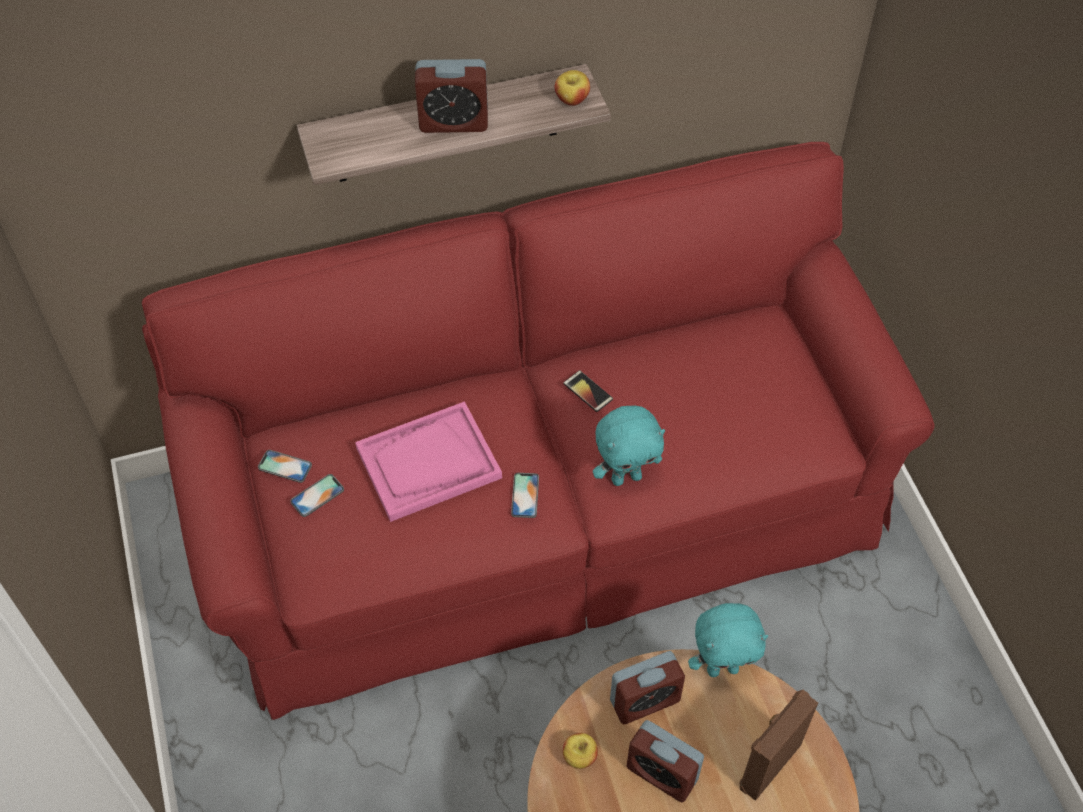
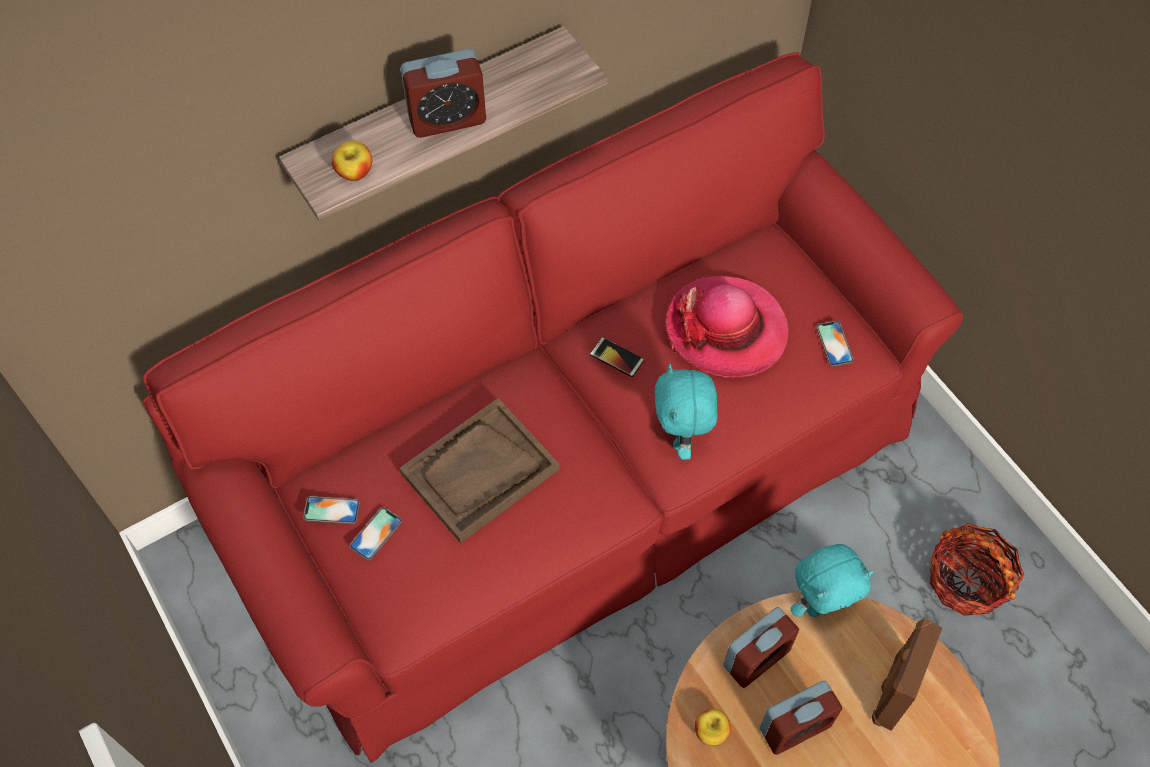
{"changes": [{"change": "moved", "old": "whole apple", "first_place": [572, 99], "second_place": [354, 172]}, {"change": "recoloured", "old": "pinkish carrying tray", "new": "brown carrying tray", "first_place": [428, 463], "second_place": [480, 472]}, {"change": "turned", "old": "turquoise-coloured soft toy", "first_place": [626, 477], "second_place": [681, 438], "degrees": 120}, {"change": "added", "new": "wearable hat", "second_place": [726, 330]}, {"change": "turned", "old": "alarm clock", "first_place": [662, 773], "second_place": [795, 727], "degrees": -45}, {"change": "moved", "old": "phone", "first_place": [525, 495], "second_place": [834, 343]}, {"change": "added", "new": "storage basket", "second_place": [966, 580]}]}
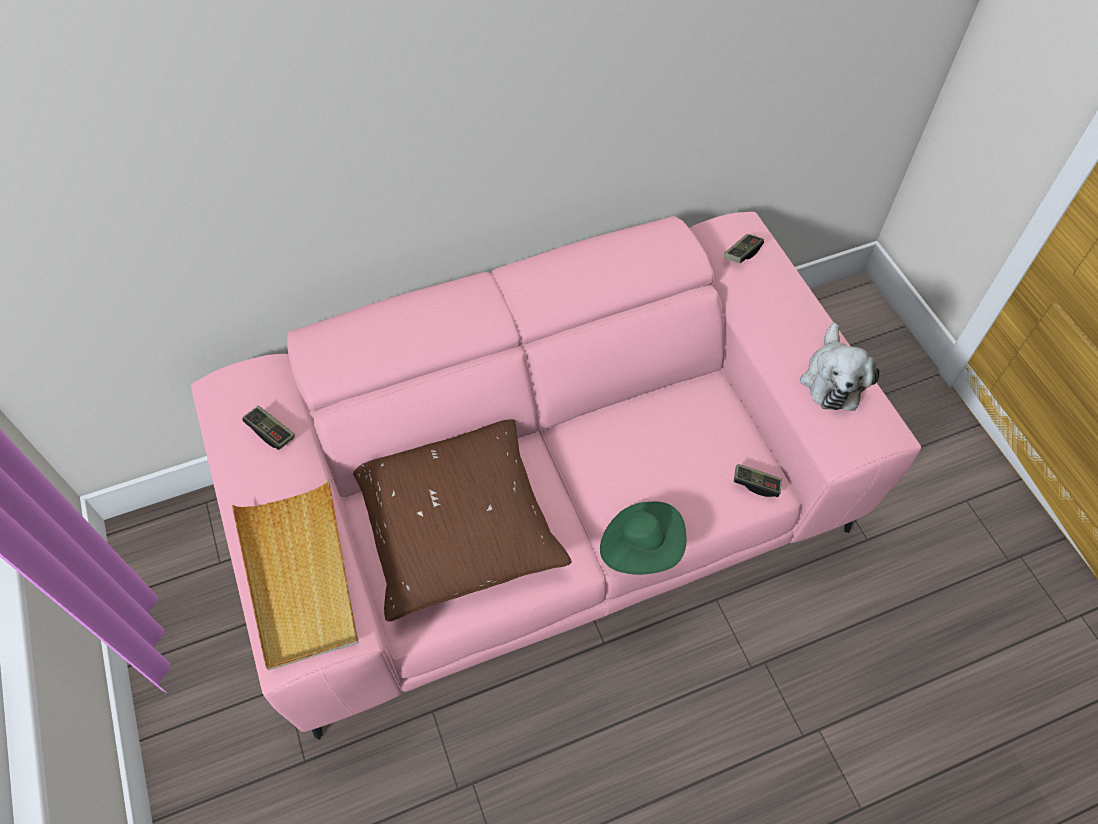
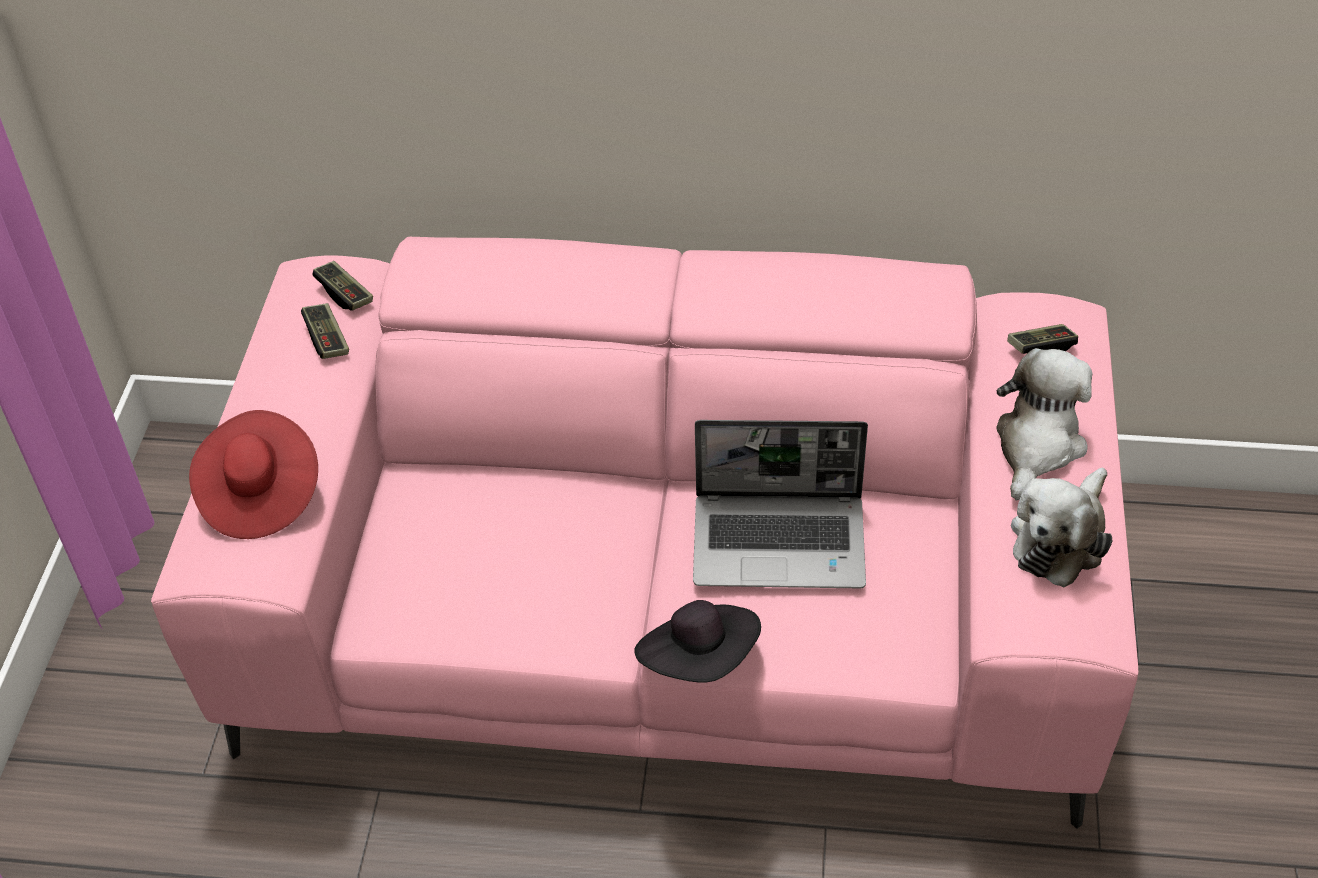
{"changes": [{"change": "replaced", "old": "beige-coloured carrying tray", "new": "red-coloured wearable hat", "first_place": [299, 576], "second_place": [259, 495]}, {"change": "moved", "old": "joypad", "first_place": [756, 484], "second_place": [344, 294]}, {"change": "recoloured", "old": "green-coloured wearable hat", "new": "black-coloured wearable hat", "first_place": [641, 547], "second_place": [700, 659]}, {"change": "added", "new": "portable computer", "second_place": [781, 541]}, {"change": "added", "new": "soft toy", "second_place": [1037, 446]}, {"change": "removed", "old": "brown throw pillow", "first_place": [457, 525]}]}
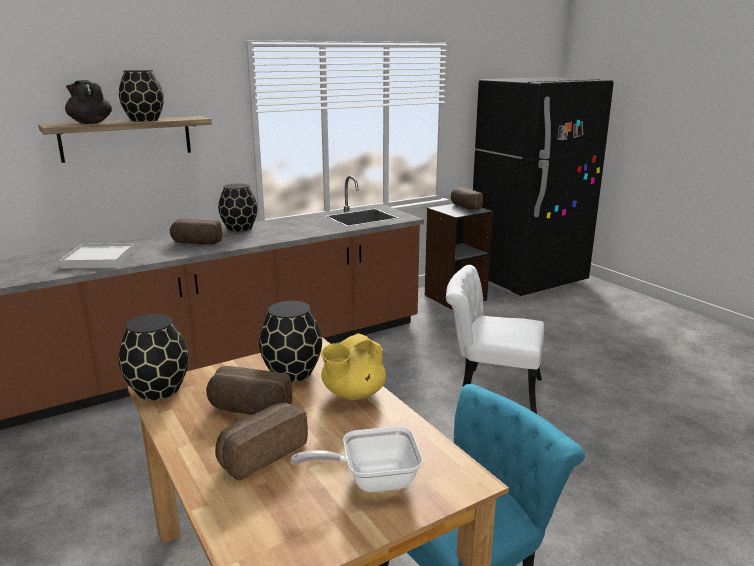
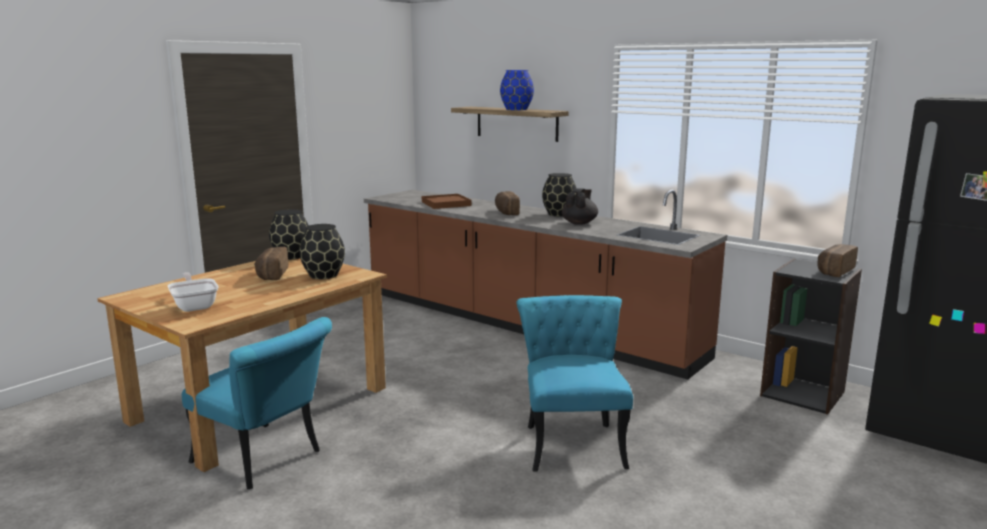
{"changes": [{"change": "recoloured", "old": "white carrying tray", "new": "brown carrying tray", "first_place": [99, 259], "second_place": [446, 204]}, {"change": "recoloured", "old": "black-coloured decorative vase", "new": "blue decorative vase", "first_place": [144, 120], "second_place": [516, 109]}, {"change": "recoloured", "old": "white upright chair", "new": "turquoise-coloured upright chair", "first_place": [490, 390], "second_place": [572, 440]}, {"change": "moved", "old": "black-coloured pot for tea", "first_place": [90, 123], "second_place": [579, 223]}, {"change": "removed", "old": "bakery bread", "first_place": [261, 453]}, {"change": "removed", "old": "yellowish pot for tea", "first_place": [352, 394]}]}
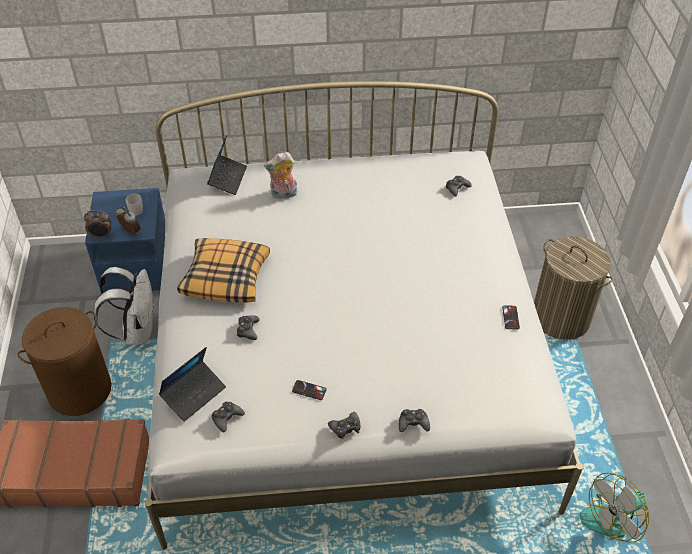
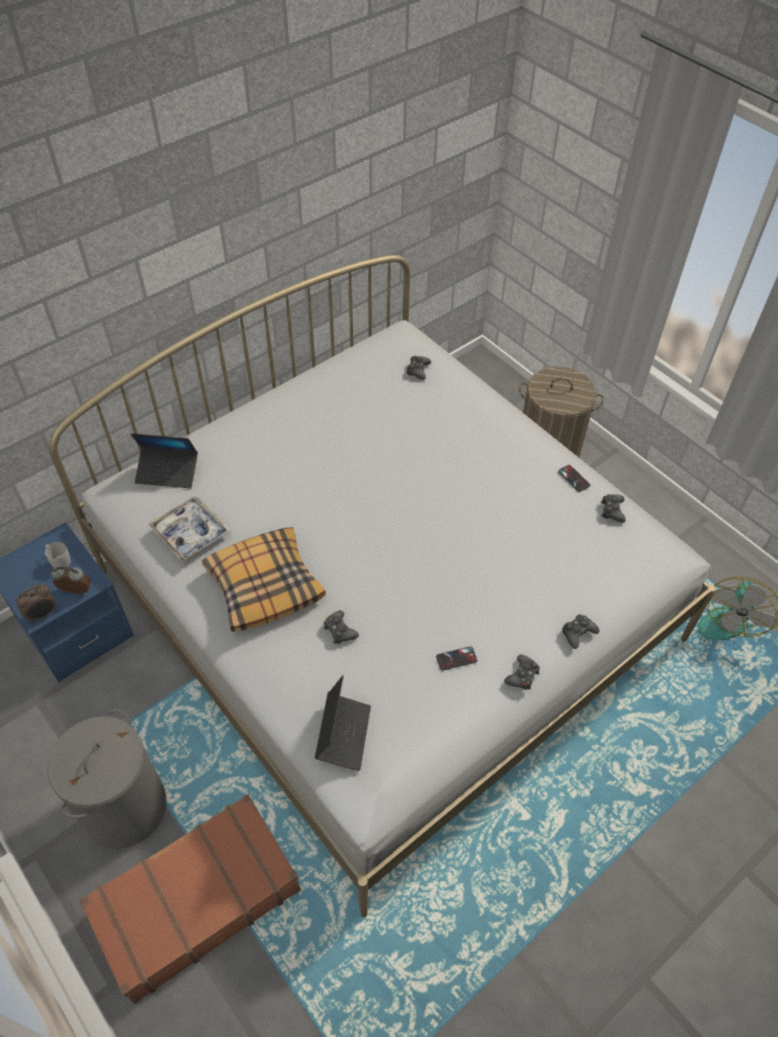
{"changes": [{"change": "recoloured", "old": "brown laundry basket", "new": "greyish laundry basket", "first_place": [80, 390], "second_place": [125, 806]}, {"change": "turned", "old": "portable computer", "first_place": [227, 178], "second_place": [168, 472], "degrees": 120}, {"change": "added", "new": "carrying tray", "second_place": [190, 533]}, {"change": "moved", "old": "black-coloured joypad", "first_place": [227, 418], "second_place": [612, 510]}, {"change": "removed", "old": "white rucksack", "first_place": [137, 331]}, {"change": "removed", "old": "soft toy", "first_place": [283, 194]}]}
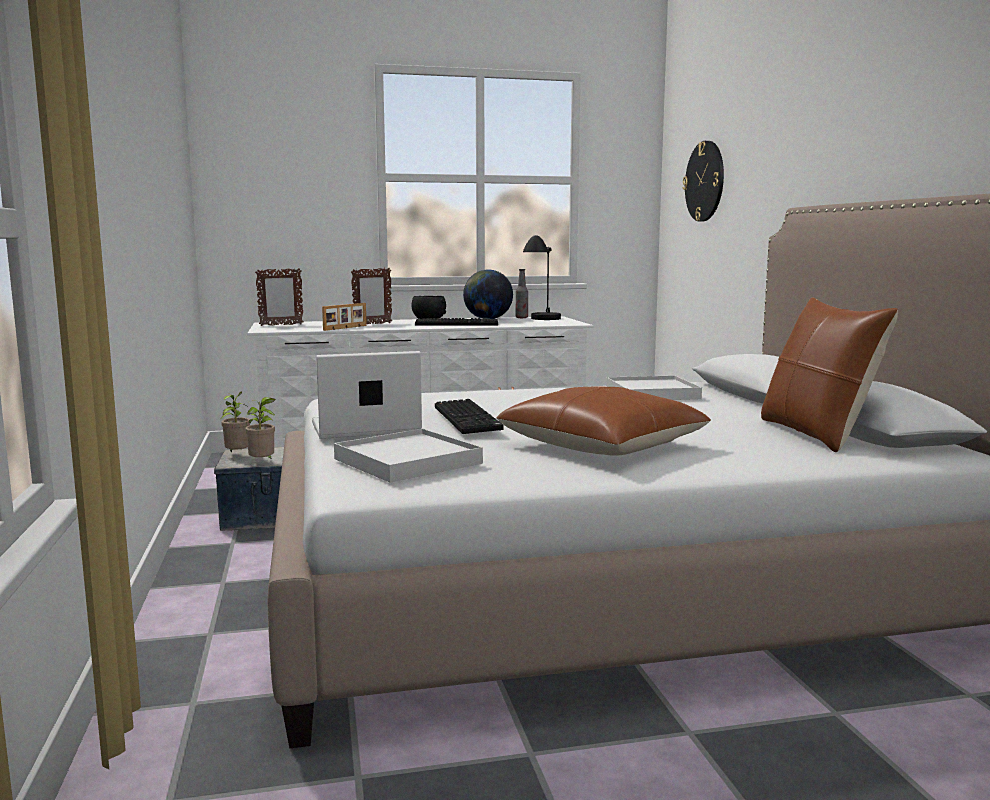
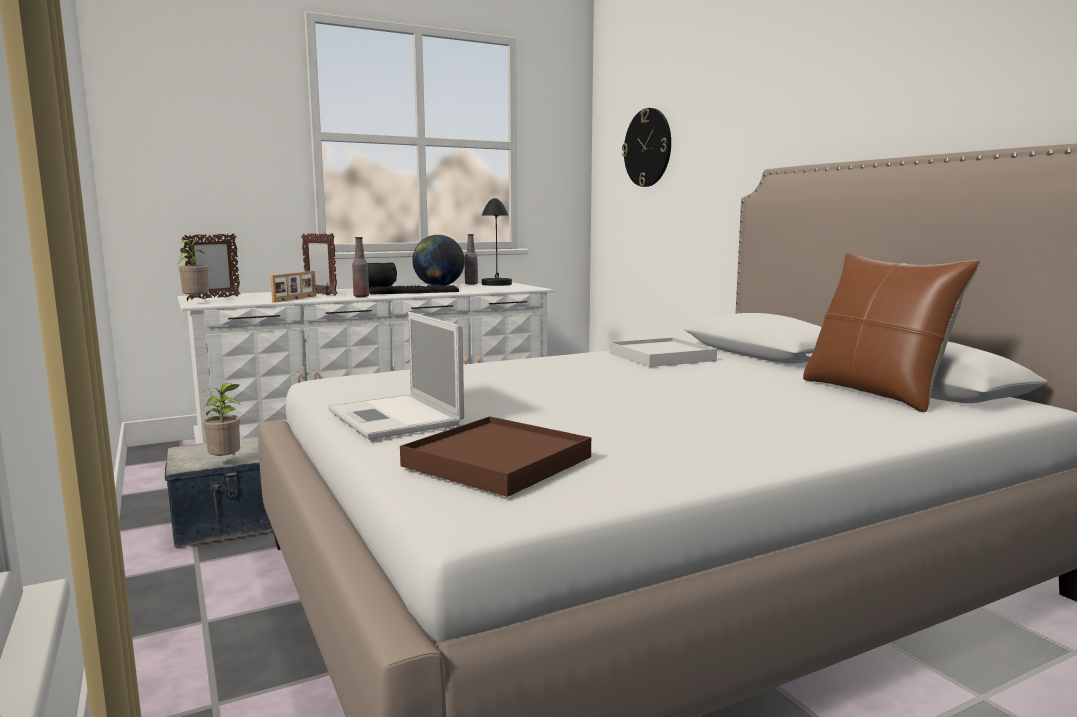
{"changes": [{"change": "moved", "old": "houseplant", "first_place": [237, 455], "second_place": [195, 302]}, {"change": "turned", "old": "picture frame", "first_place": [372, 324], "second_place": [321, 294], "degrees": 90}, {"change": "turned", "old": "portable computer", "first_place": [363, 428], "second_place": [396, 418], "degrees": -90}, {"change": "added", "new": "drink bottle", "second_place": [361, 296]}, {"change": "recoloured", "old": "white carrying tray", "new": "brown carrying tray", "first_place": [408, 461], "second_place": [498, 462]}, {"change": "removed", "old": "PC keyboard", "first_place": [469, 419]}, {"change": "removed", "old": "brown throw pillow", "first_place": [601, 445]}]}
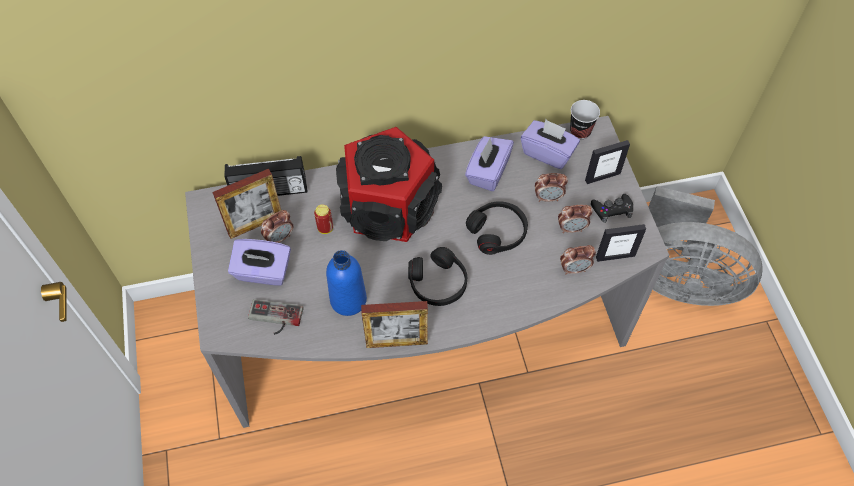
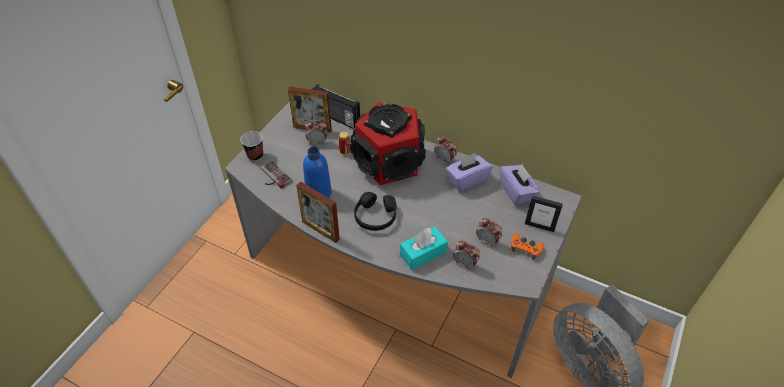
{"changes": [{"change": "moved", "old": "drinking cup", "first_place": [580, 131], "second_place": [255, 156]}, {"change": "added", "new": "turquoise-coloured tissue box", "second_place": [423, 253]}, {"change": "moved", "old": "alarm clock", "first_place": [548, 198], "second_place": [444, 159]}, {"change": "recoloured", "old": "black-coloured joypad", "new": "orange-coloured joypad", "first_place": [612, 210], "second_place": [525, 248]}, {"change": "removed", "old": "purple-coloured tissue box", "first_place": [263, 272]}, {"change": "removed", "old": "black-coloured headset", "first_place": [497, 232]}, {"change": "removed", "old": "picture frame", "first_place": [615, 256]}]}
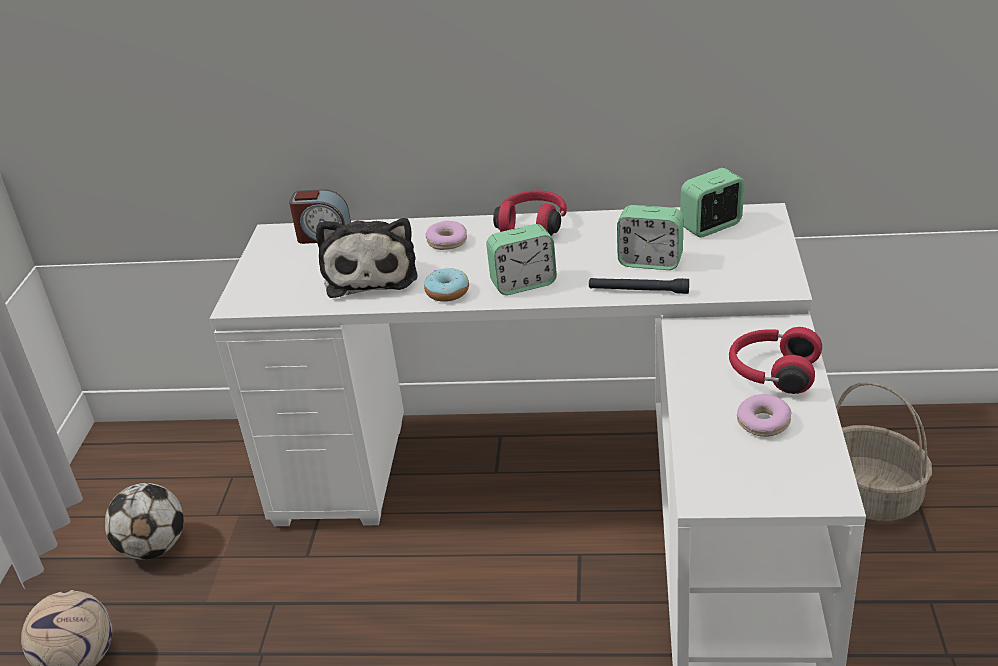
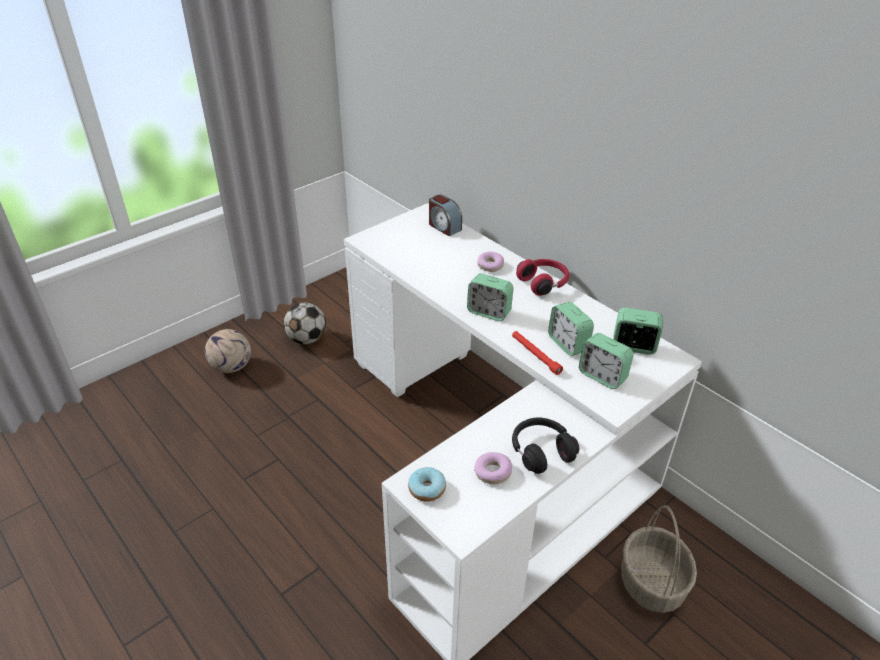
{"changes": [{"change": "moved", "old": "doughnut", "first_place": [447, 292], "second_place": [427, 489]}, {"change": "recoloured", "old": "black-coloured torch", "new": "red-coloured torch", "first_place": [638, 291], "second_place": [535, 355]}, {"change": "recoloured", "old": "red-coloured headset", "new": "black-coloured headset", "first_place": [772, 373], "second_place": [540, 451]}, {"change": "added", "new": "alarm clock", "second_place": [602, 376]}, {"change": "removed", "old": "soft toy", "first_place": [371, 273]}]}
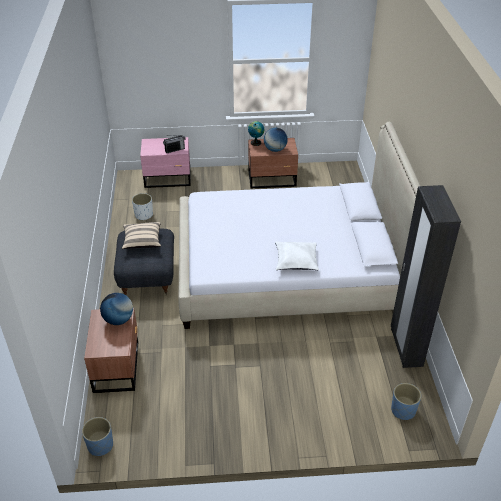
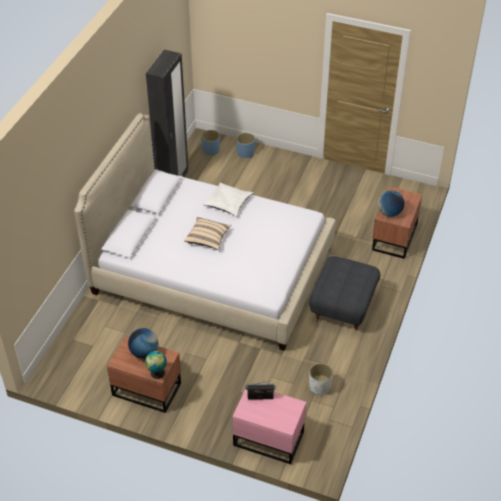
{"changes": [{"change": "moved", "old": "beige-coloured throw pillow", "first_place": [142, 241], "second_place": [207, 238]}, {"change": "moved", "old": "blue plant pot", "first_place": [100, 446], "second_place": [245, 153]}]}
